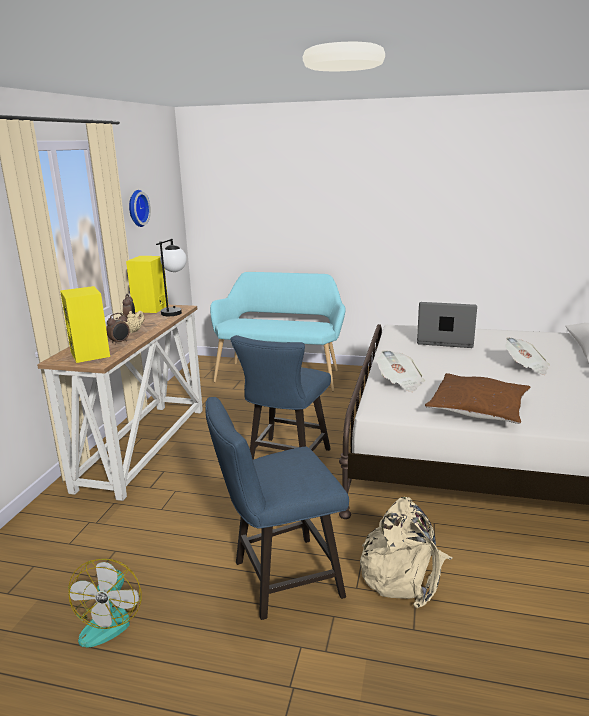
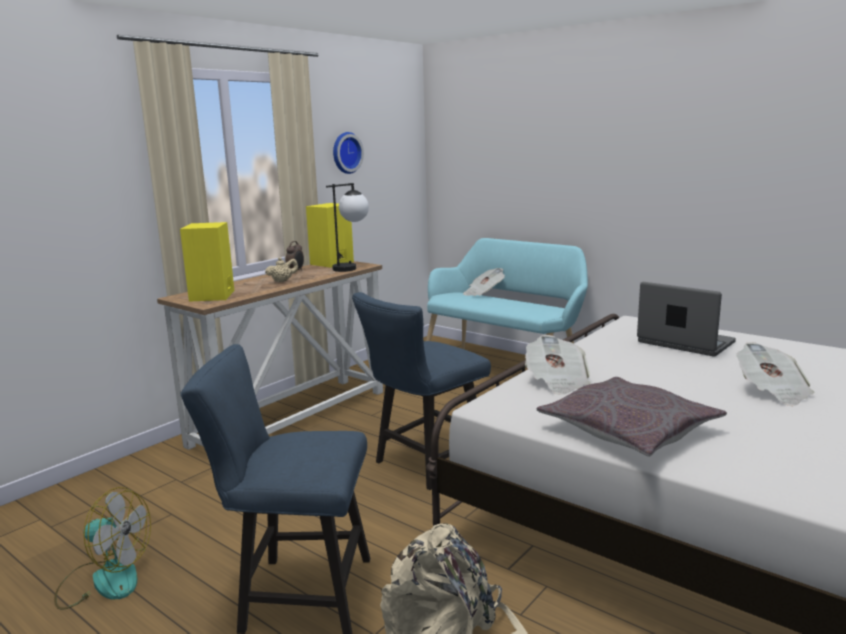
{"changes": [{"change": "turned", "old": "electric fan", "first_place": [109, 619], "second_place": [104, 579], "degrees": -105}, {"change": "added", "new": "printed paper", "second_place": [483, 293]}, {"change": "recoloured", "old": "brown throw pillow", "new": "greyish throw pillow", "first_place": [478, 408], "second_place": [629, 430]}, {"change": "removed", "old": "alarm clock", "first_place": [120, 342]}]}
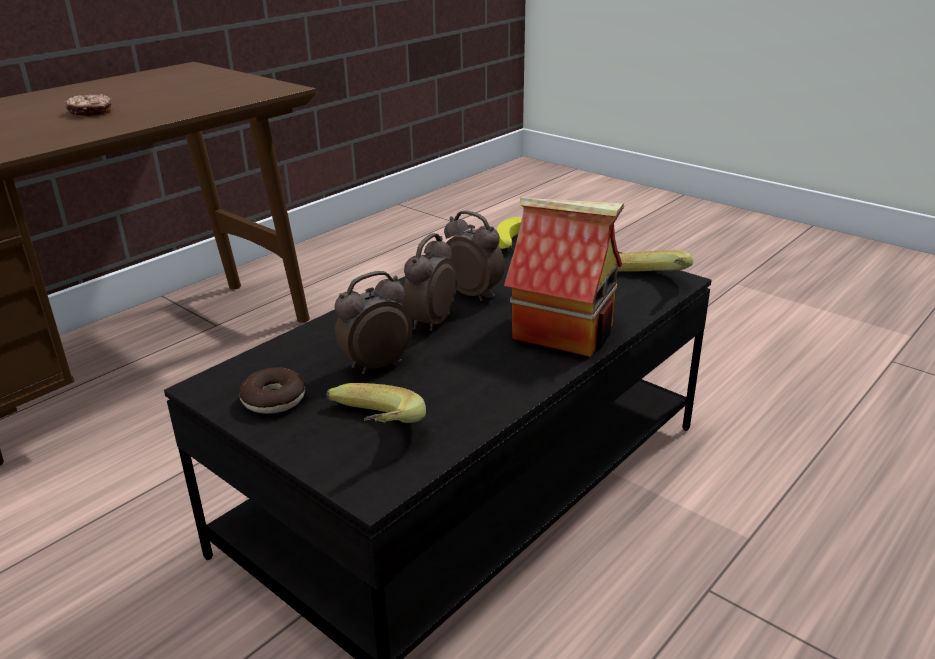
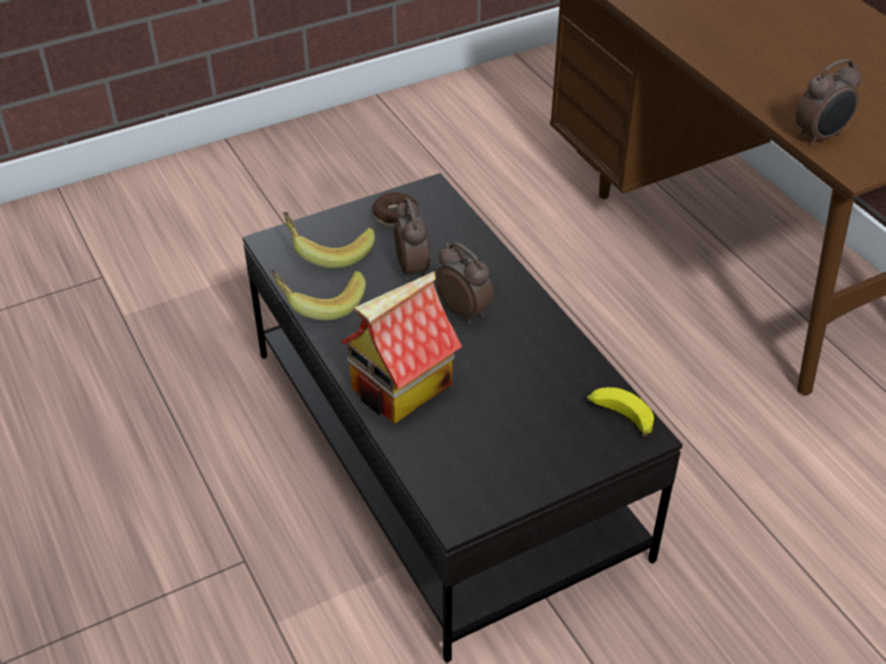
{"changes": [{"change": "moved", "old": "banana fruit", "first_place": [645, 284], "second_place": [319, 302]}, {"change": "moved", "old": "alarm clock", "first_place": [473, 294], "second_place": [820, 136]}, {"change": "removed", "old": "doughnut", "first_place": [91, 112]}]}
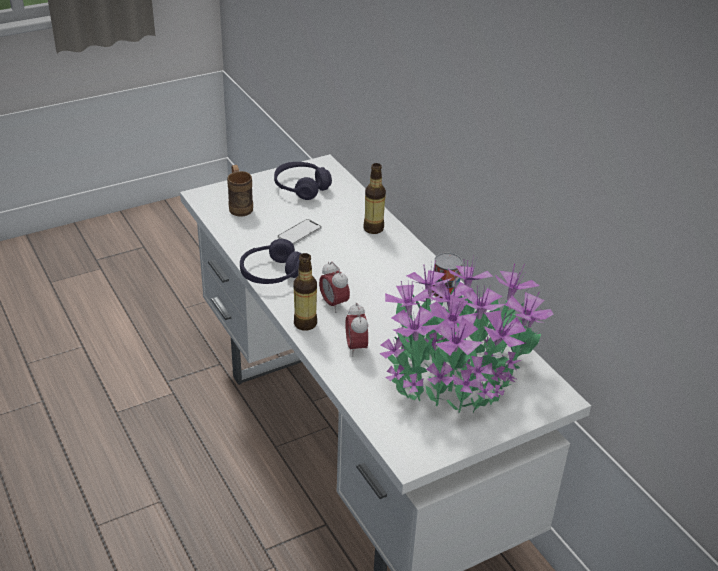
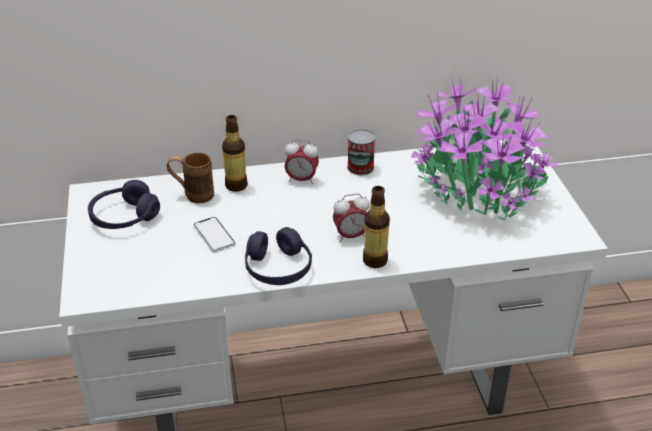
{"changes": [{"change": "moved", "old": "brown coffee mug", "first_place": [239, 206], "second_place": [192, 195]}, {"change": "moved", "old": "alarm clock", "first_place": [356, 347], "second_place": [301, 180]}]}
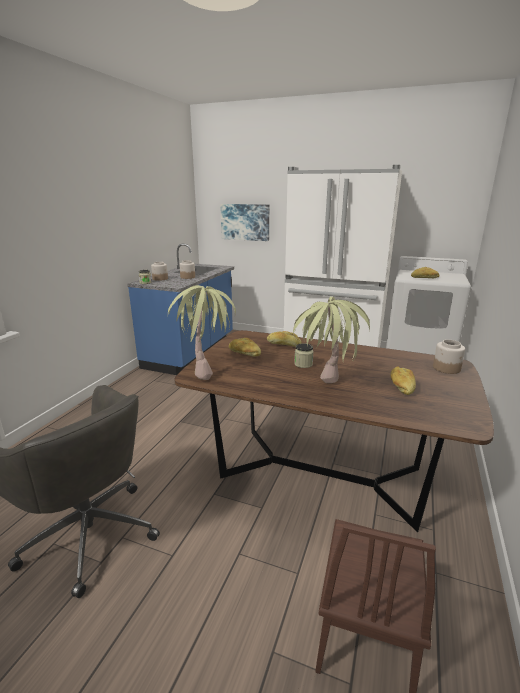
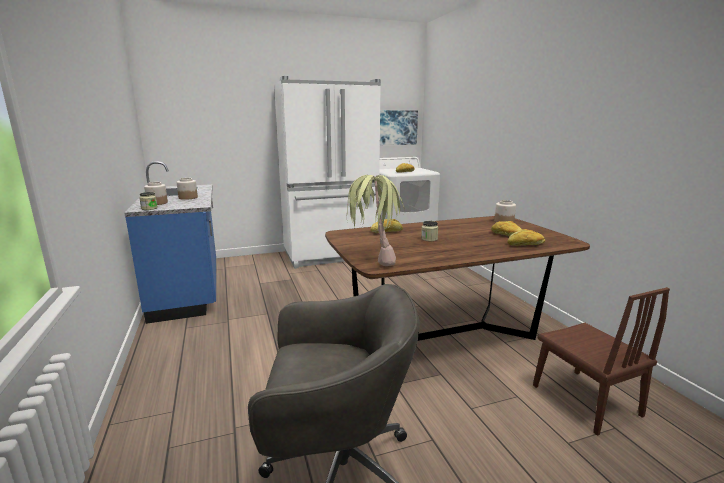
{"changes": [{"change": "moved", "old": "picture", "first_place": [245, 222], "second_place": [393, 127]}, {"change": "moved", "old": "bakery bread", "first_place": [244, 353], "second_place": [525, 244]}, {"change": "removed", "old": "houseplant", "first_place": [325, 391]}]}
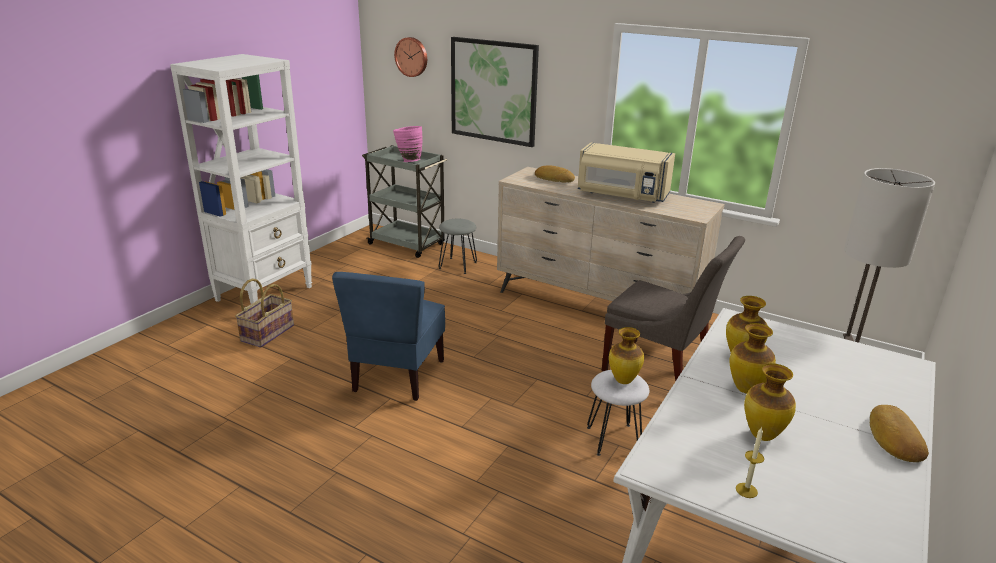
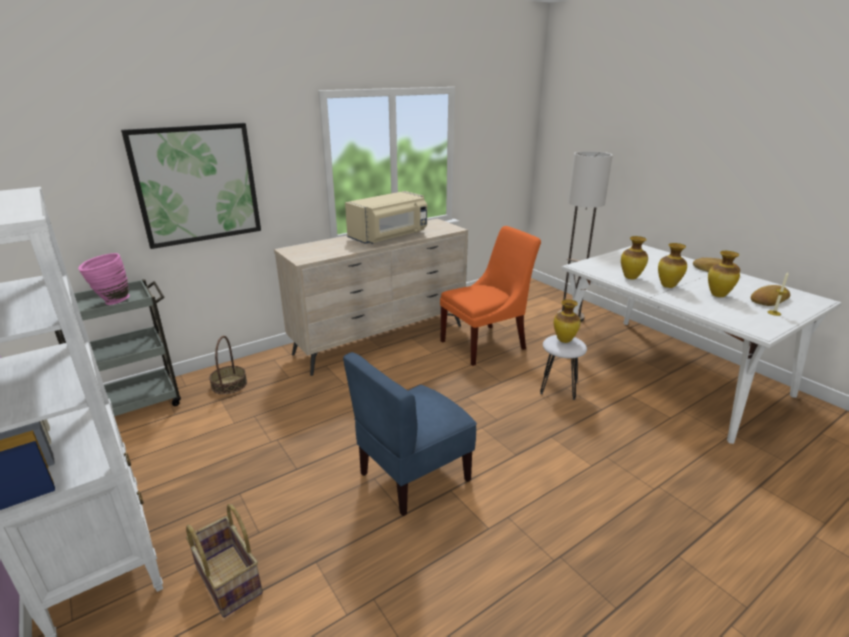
{"changes": [{"change": "replaced", "old": "greyish stool seat", "new": "storage basket", "first_place": [458, 265], "second_place": [229, 384]}, {"change": "turned", "old": "blue upright chair", "first_place": [397, 376], "second_place": [413, 476], "degrees": 105}, {"change": "recoloured", "old": "greyish upright chair", "new": "orange-coloured upright chair", "first_place": [660, 370], "second_place": [486, 344]}, {"change": "moved", "old": "bakery bread", "first_place": [554, 178], "second_place": [768, 299]}, {"change": "removed", "old": "wall clock", "first_place": [412, 57]}]}
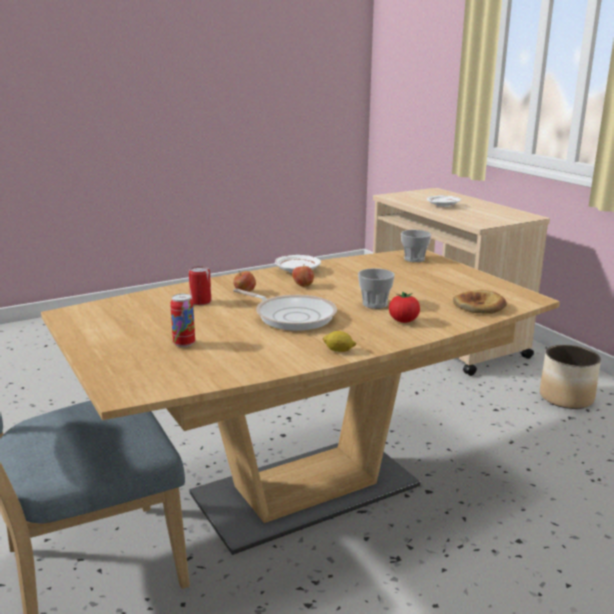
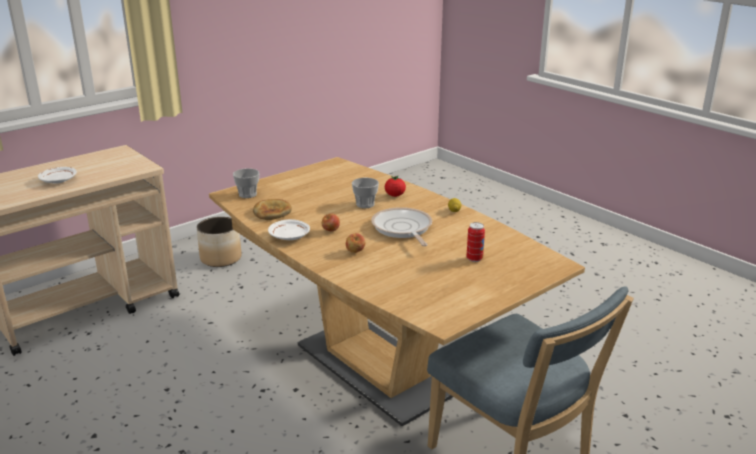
{"changes": [{"change": "moved", "old": "bakery bread", "first_place": [479, 306], "second_place": [272, 212]}, {"change": "turned", "old": "pan", "first_place": [292, 316], "second_place": [402, 229], "degrees": -45}, {"change": "removed", "old": "sealed can", "first_place": [200, 302]}]}
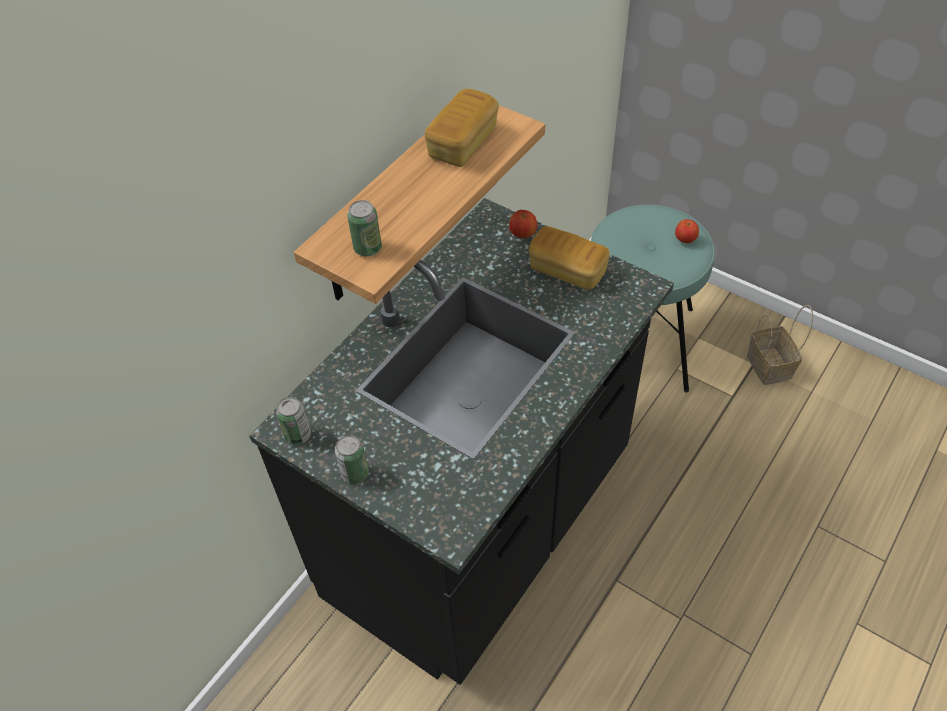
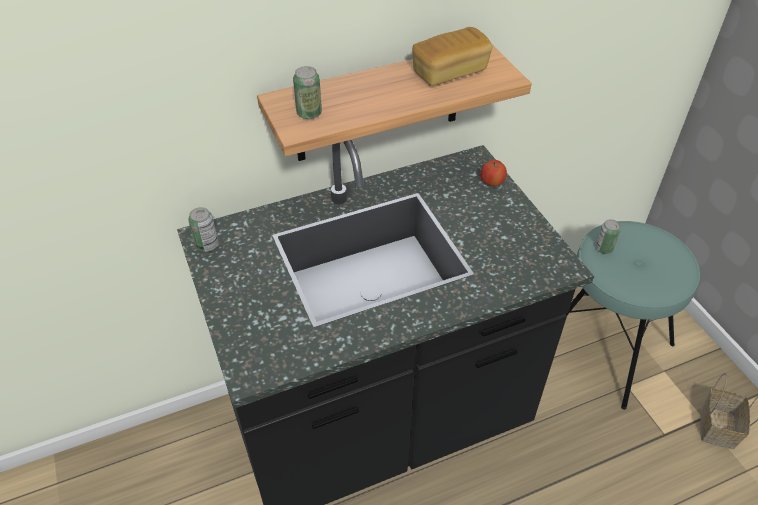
{"changes": [{"change": "moved", "old": "sealed can", "first_place": [355, 473], "second_place": [604, 248]}, {"change": "removed", "old": "bakery bread", "first_place": [567, 270]}, {"change": "removed", "old": "whole apple", "first_place": [685, 240]}]}
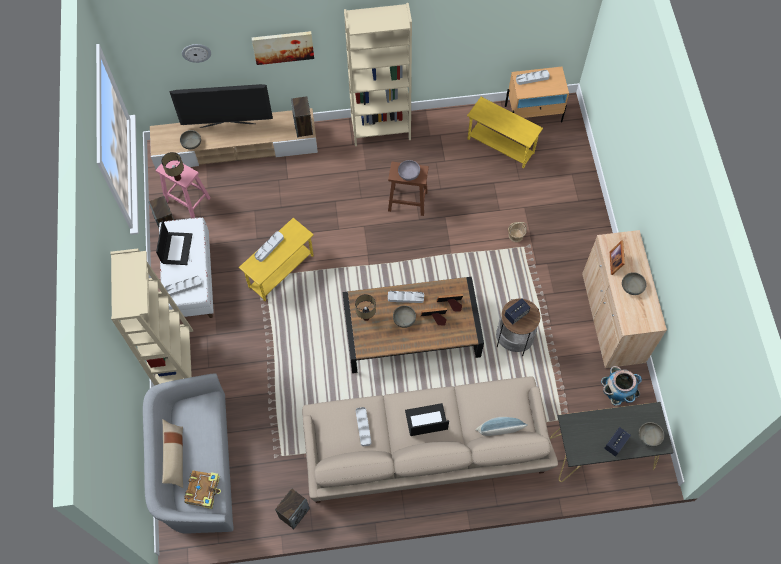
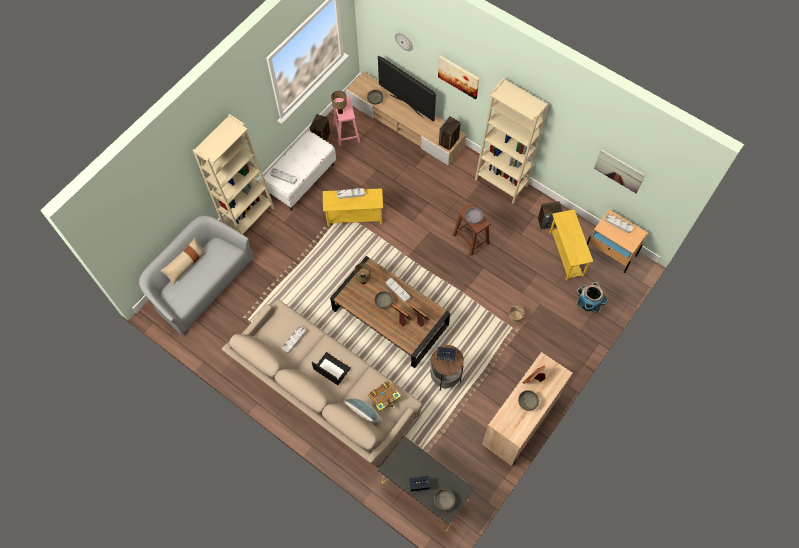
{"changes": [{"change": "moved", "old": "bound book", "first_place": [204, 490], "second_place": [385, 398]}, {"change": "moved", "old": "audio speaker", "first_place": [294, 513], "second_place": [548, 222]}, {"change": "moved", "old": "plant pot", "first_place": [616, 393], "second_place": [588, 304]}, {"change": "added", "new": "picture", "second_place": [619, 171]}, {"change": "removed", "old": "portable computer", "first_place": [176, 248]}]}
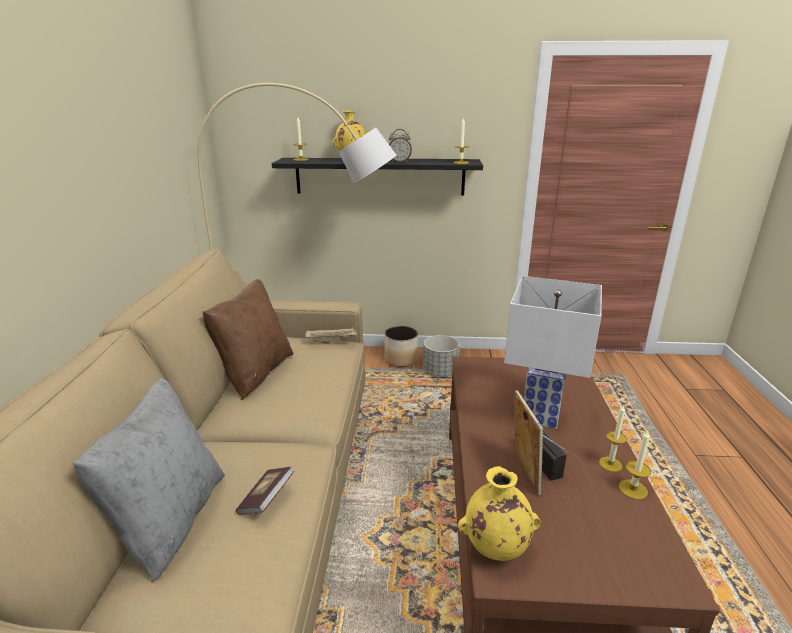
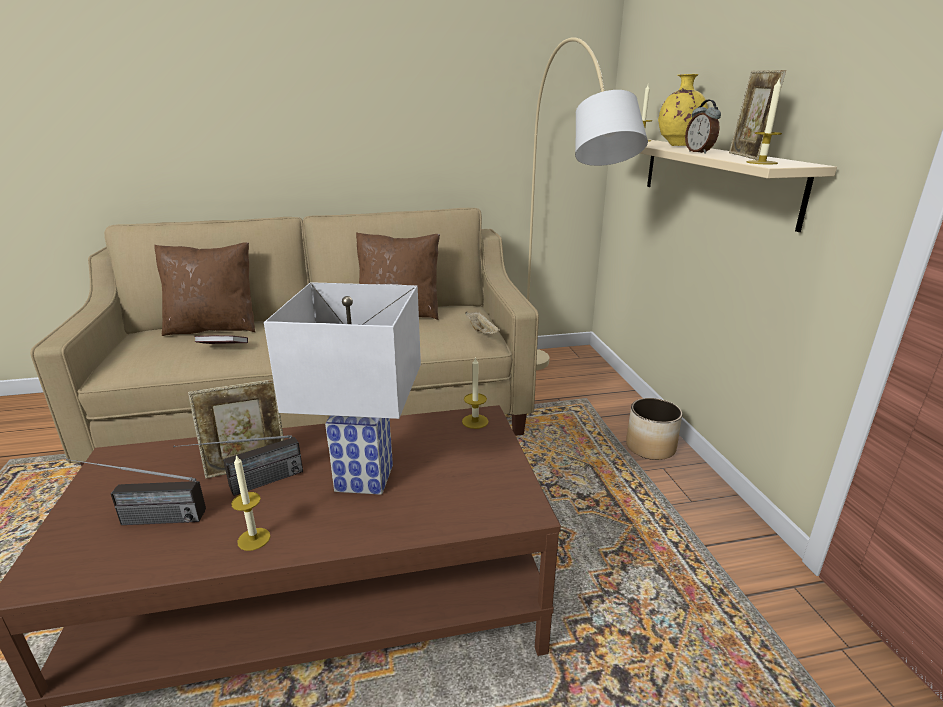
{"changes": [{"change": "added", "new": "radio set", "second_place": [142, 519]}, {"change": "recoloured", "old": "greyish throw pillow", "new": "brown throw pillow", "first_place": [169, 520], "second_place": [214, 328]}, {"change": "moved", "old": "candle", "first_place": [633, 489], "second_place": [475, 421]}, {"change": "recoloured", "old": "black-coloured bracket shelf", "new": "beige-coloured bracket shelf", "first_place": [380, 176], "second_place": [714, 177]}, {"change": "added", "new": "picture frame", "second_place": [746, 157]}, {"change": "removed", "old": "greyish plant pot", "first_place": [440, 372]}, {"change": "removed", "old": "yellowish decorative vase", "first_place": [495, 549]}]}
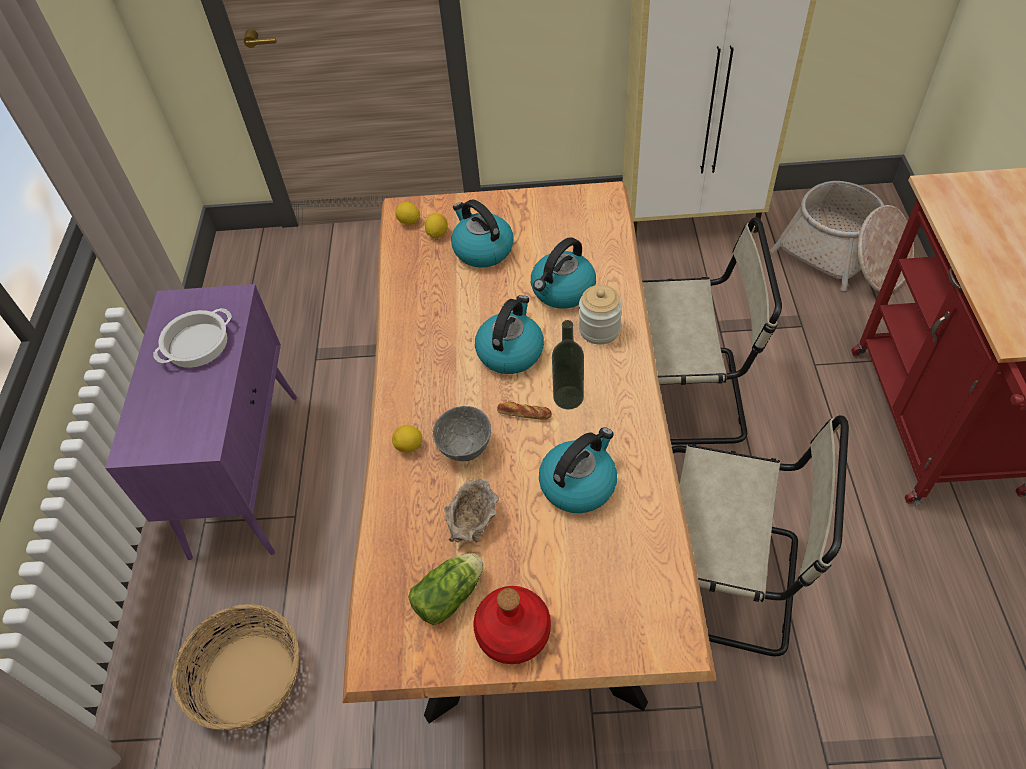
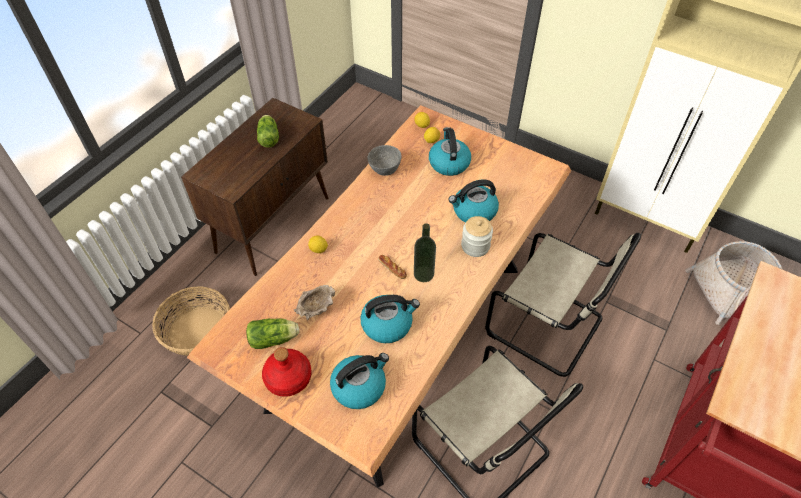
{"changes": [{"change": "recoloured", "old": "purple-coloured cupboard", "new": "brown cupboard", "first_place": [246, 471], "second_place": [274, 224]}, {"change": "replaced", "old": "cooking pot", "new": "lettuce", "first_place": [197, 345], "second_place": [269, 137]}, {"change": "moved", "old": "kettle", "first_place": [510, 351], "second_place": [359, 386]}, {"change": "moved", "old": "greyish bowl", "first_place": [466, 449], "second_place": [385, 171]}]}
